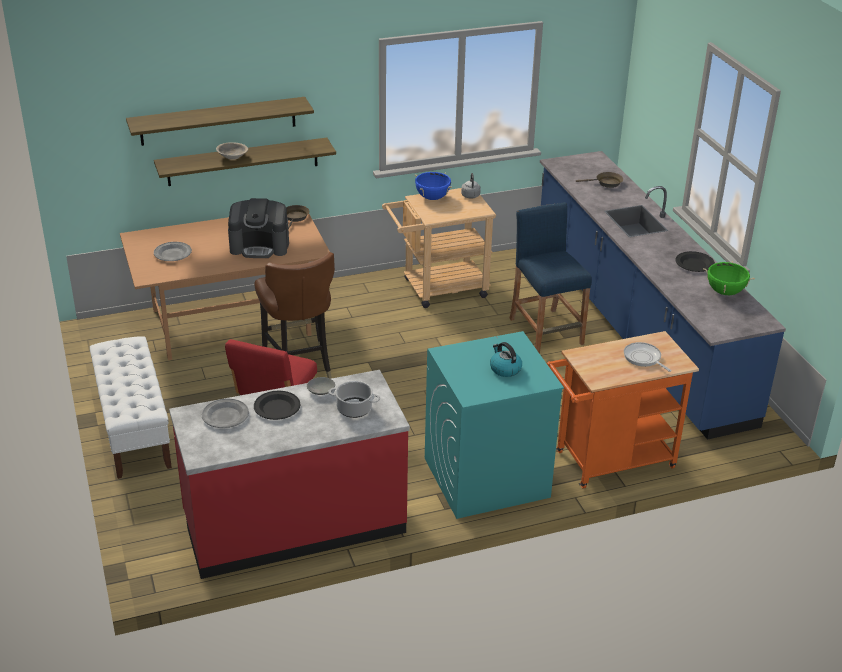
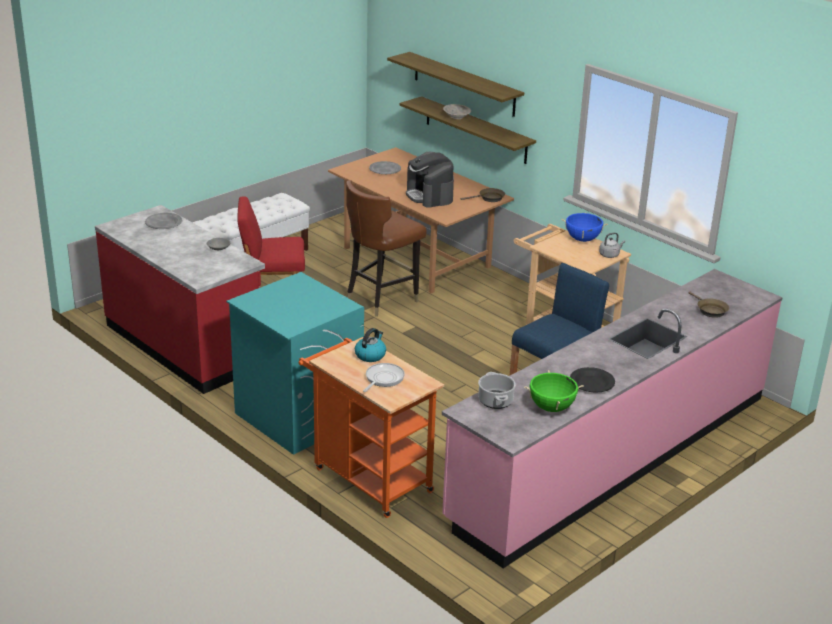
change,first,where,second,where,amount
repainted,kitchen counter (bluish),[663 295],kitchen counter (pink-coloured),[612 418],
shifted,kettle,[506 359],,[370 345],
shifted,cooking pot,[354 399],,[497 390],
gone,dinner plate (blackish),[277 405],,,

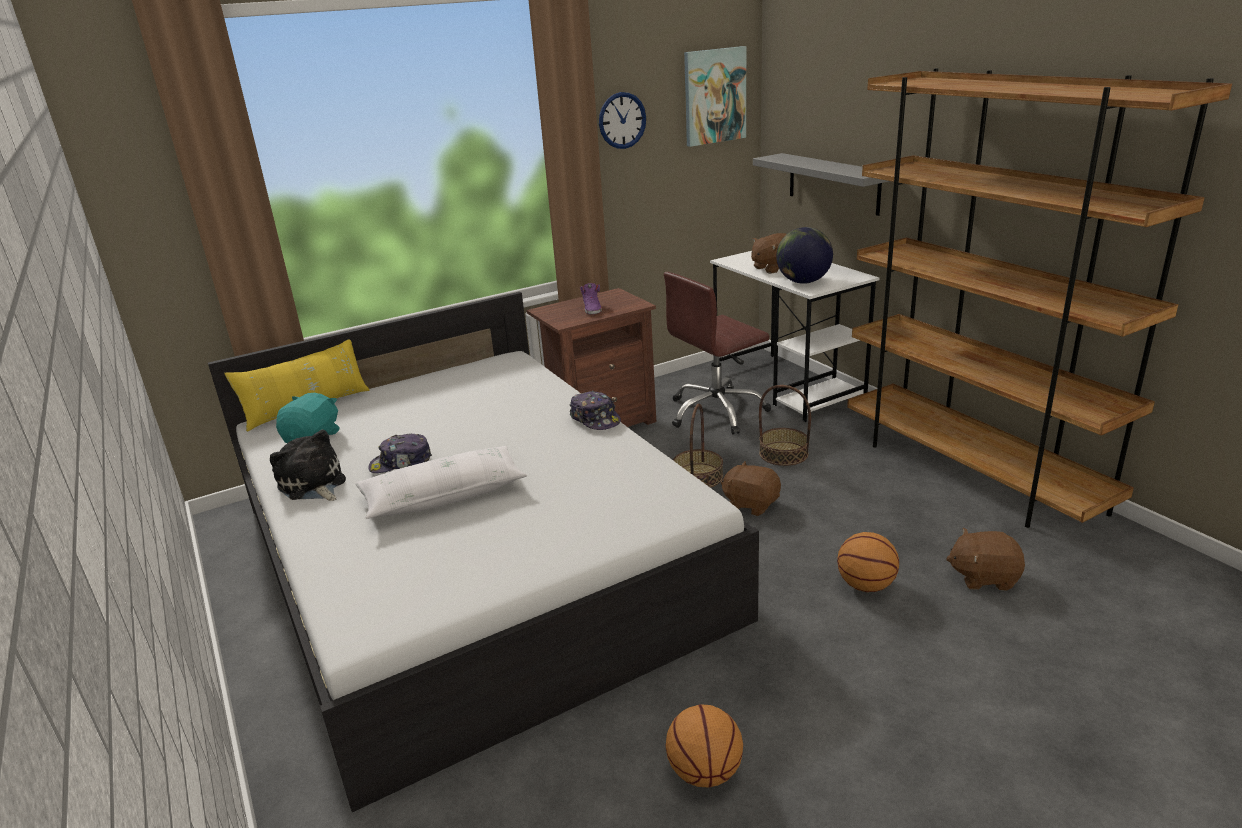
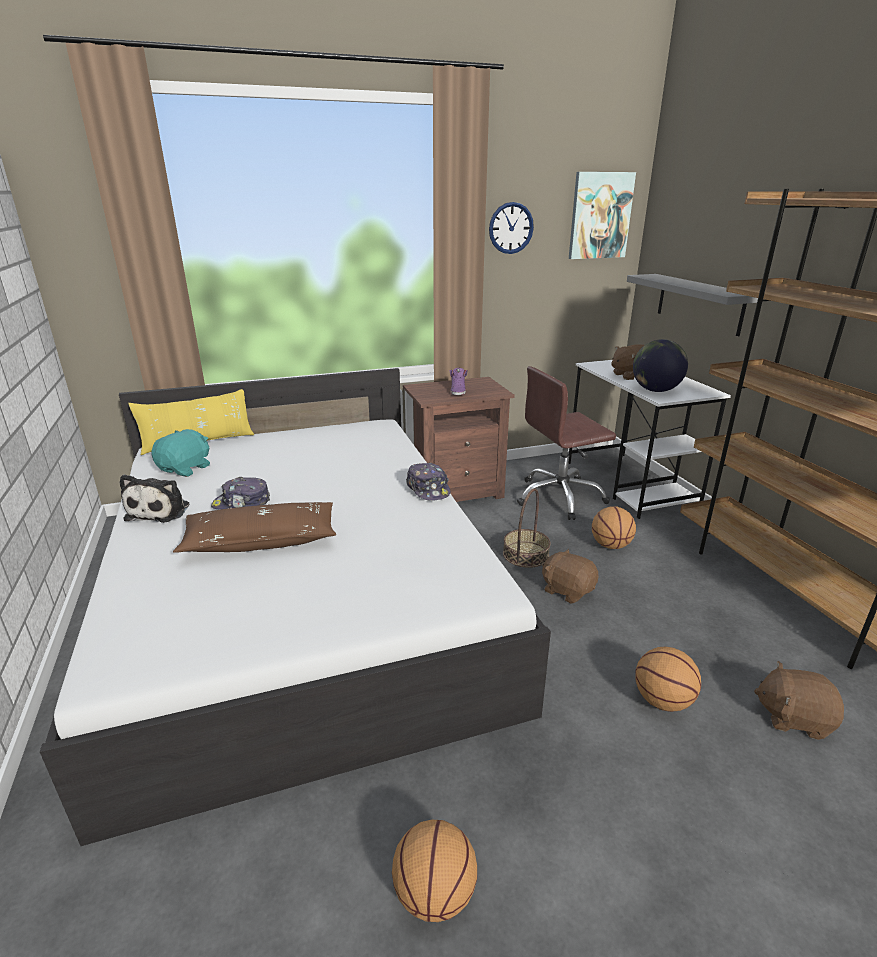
change,first,where,second,where,amount
swapped,basket,[785 425],basketball ball,[614 528],
rotated,plush toy,[308 465],,[154 499],150 degrees counterclockwise
repainted,cushion (white-coloured),[441 482],cushion (brown-coloured),[254 527],

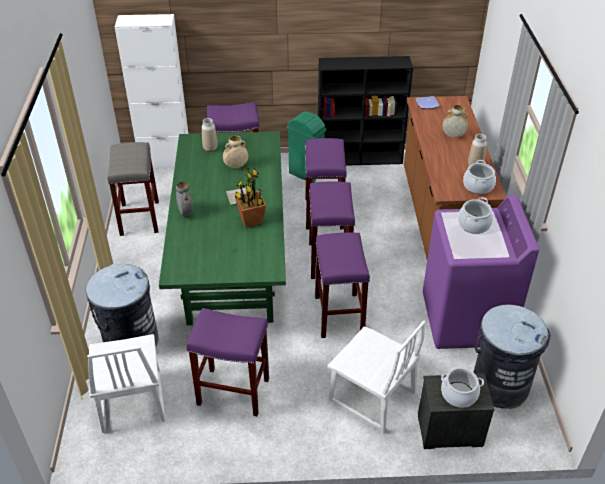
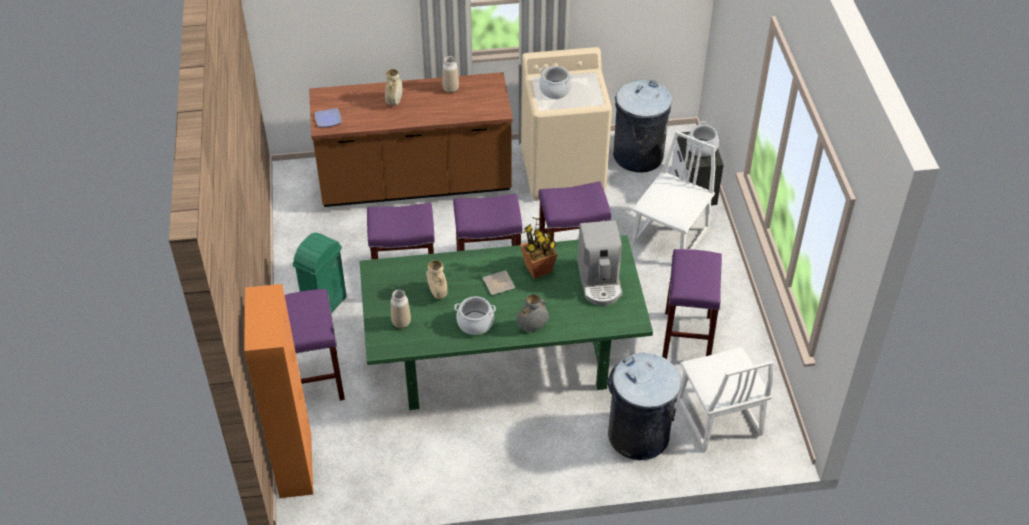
change,first,where,second,where,amount
repainted,cupboard (white-coloured),[151 92],cupboard (orangey),[278 391],
gone,bookshelf (blackish),[365 111],,,
gone,stool (gray),[133 189],,,
shifted,cooking pot,[479 177],,[475 315],
repainted,laundry machine (purple-coloured),[481 272],laundry machine (sand-coloured),[566 124],
rotated,chair (white-coloured),[126 383],,[725 399],90 degrees clockwise
new,,,coffee machine,[600 263],

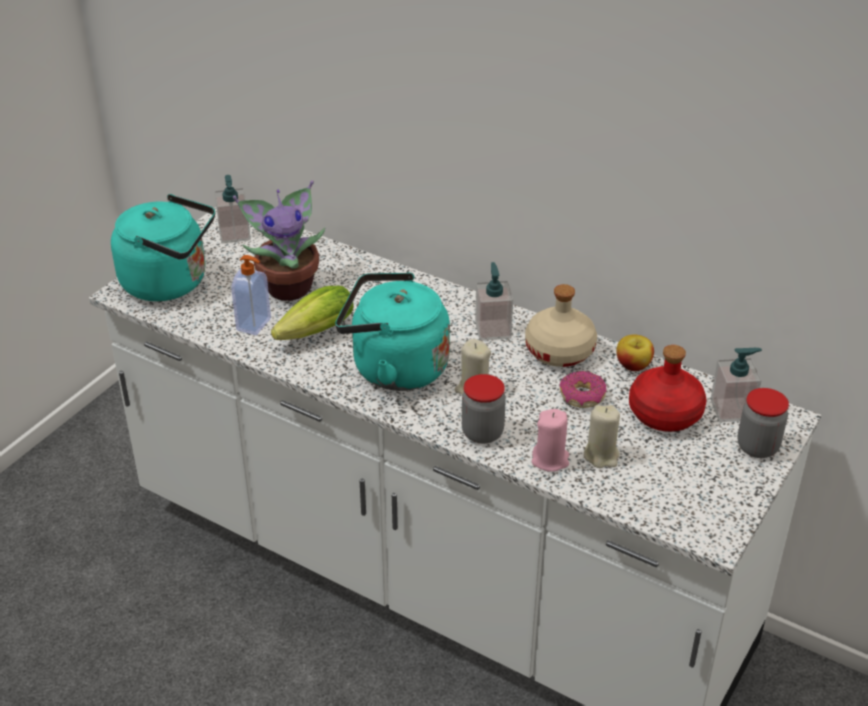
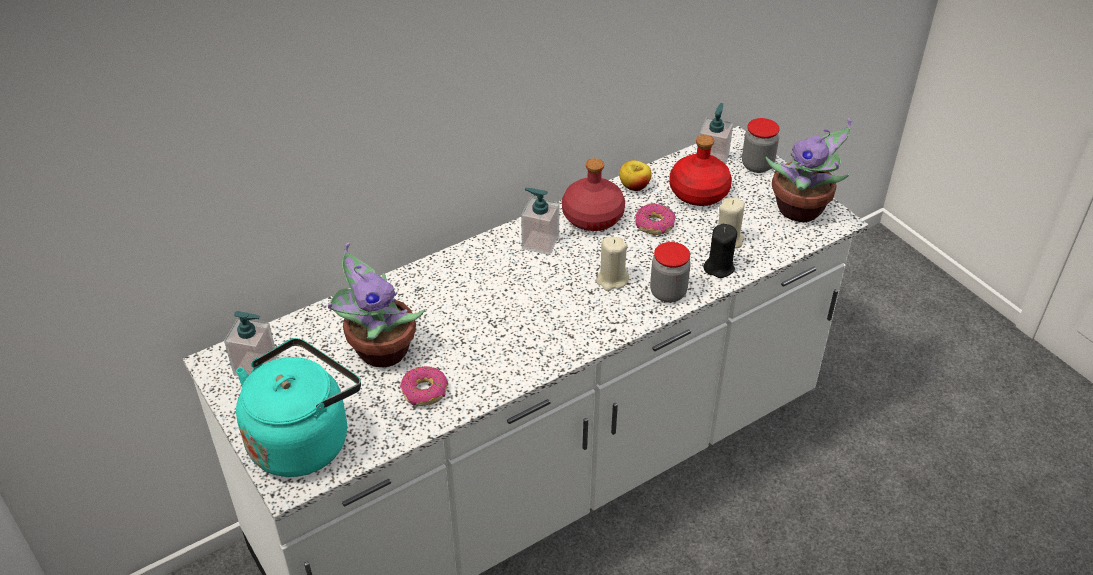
change,first,where,second,where,amount
swapped,soap bottle,[251 295],ring doughnut,[424 386],
gone,kettle (blue-green),[392 331],,,
repainted,bottle (sand-coloured),[561 325],bottle (red),[593 194],
gone,lettuce,[312 313],,,
repainted,candle (pink-coloured),[550 440],candle (blackish),[720 250],
new,,,plant in a pot,[808 170],

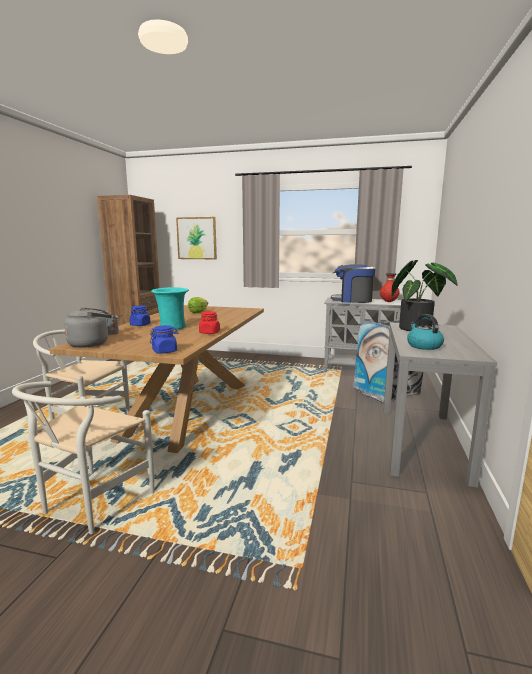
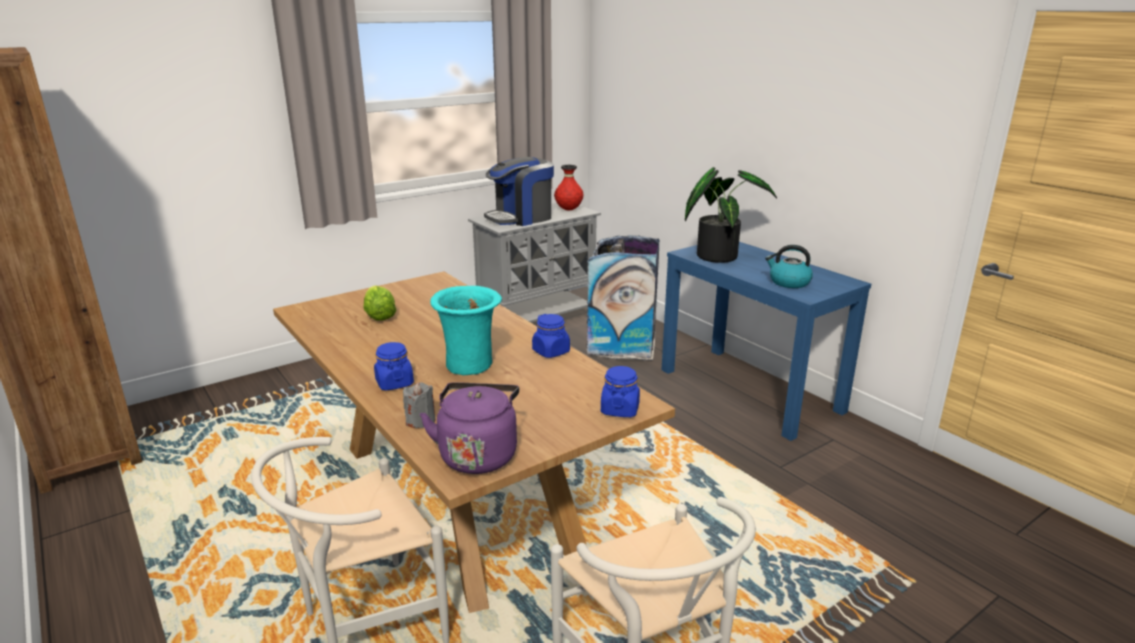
change,first,where,second,where,amount
gone,wall art,[196 238],,,
repainted,kettle (gray),[88 327],kettle (purple-coloured),[469 428],
repainted,jar (red),[209 322],jar (bluish),[551 336],
repainted,console table (gray),[440 405],console table (bluish),[766 341],

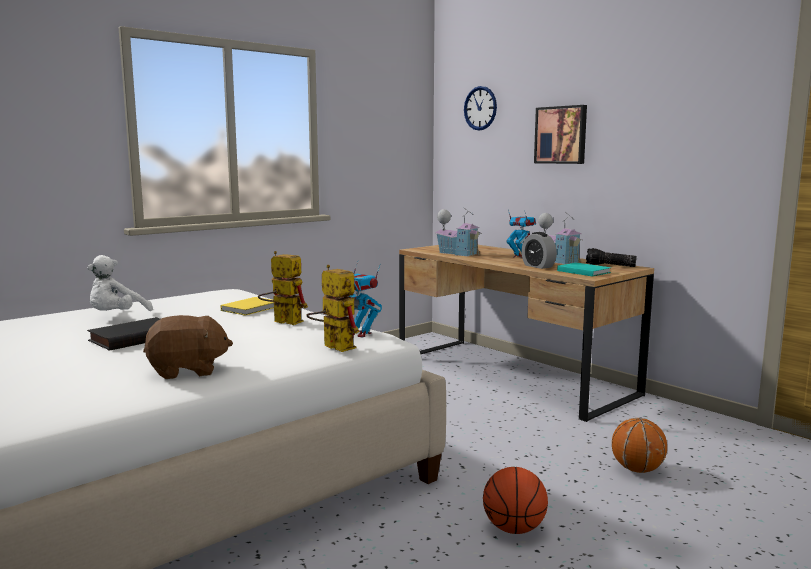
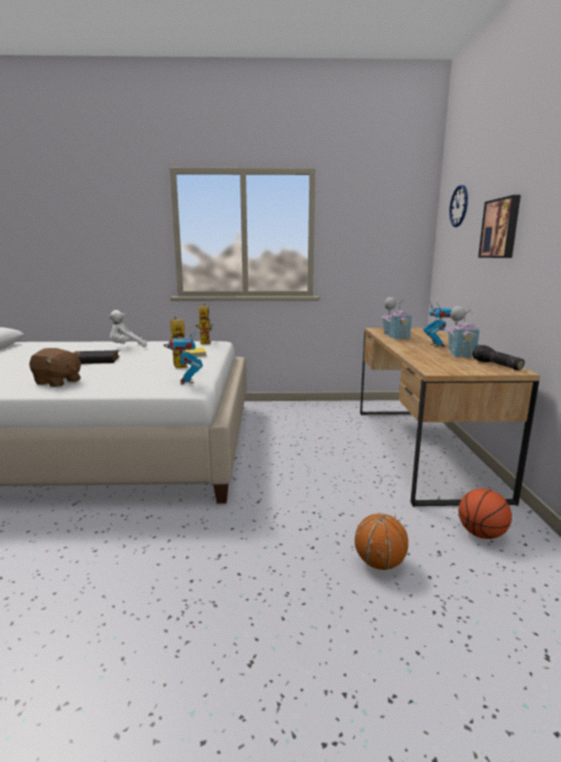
change,first,where,second,where,amount
gone,table clock,[539 250],,,
gone,bound book (blue-green),[584 269],,,
shifted,toy robot,[332 308],,[204 324],
shifted,basketball ball,[515 500],,[485 514],

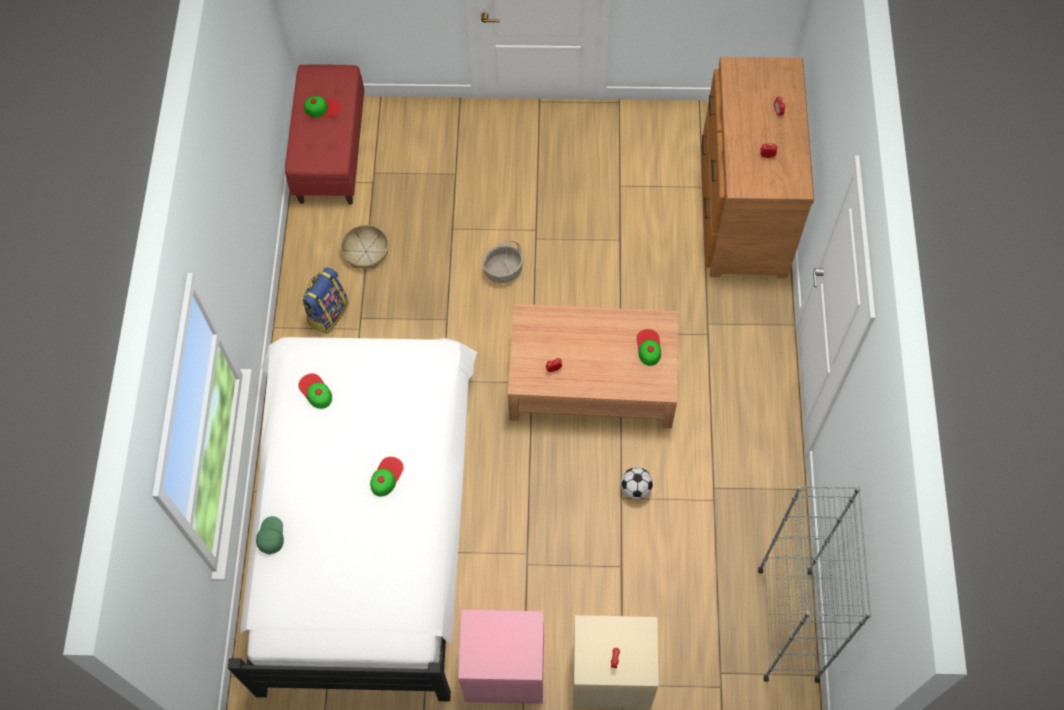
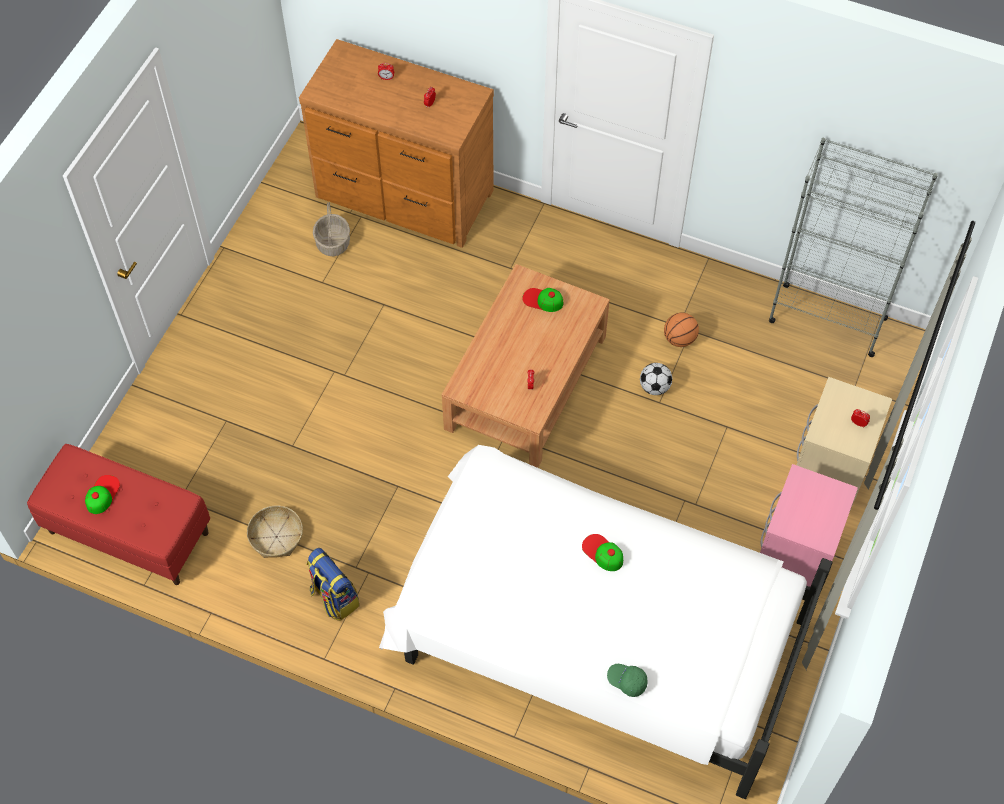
change,first,where,second,where,amount
shifted,basket,[503 262],,[331 229],
gone,baseball cap,[315 391],,,
new,,,basketball ball,[681 330],

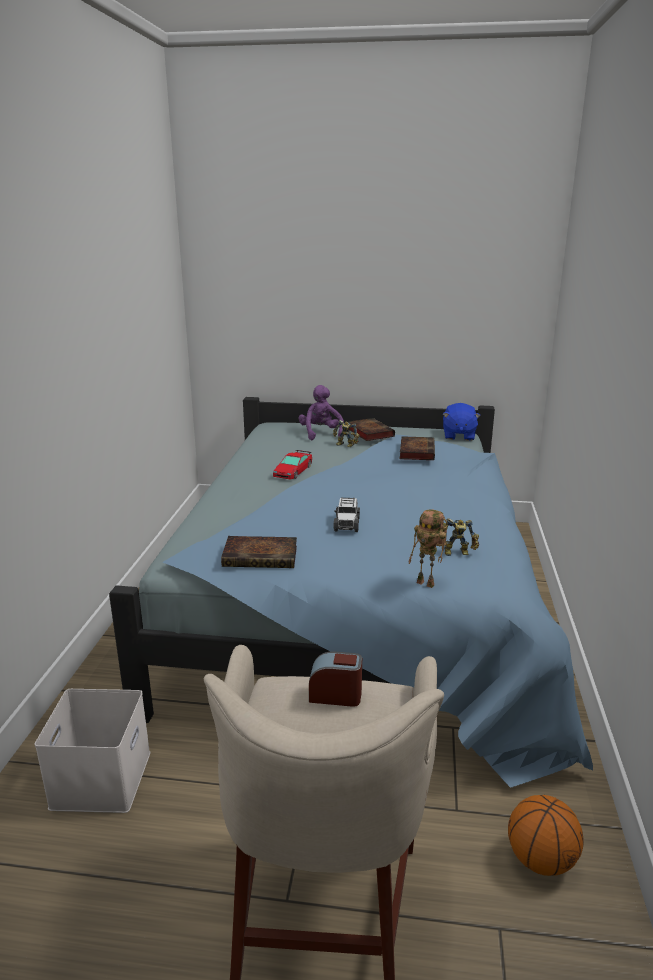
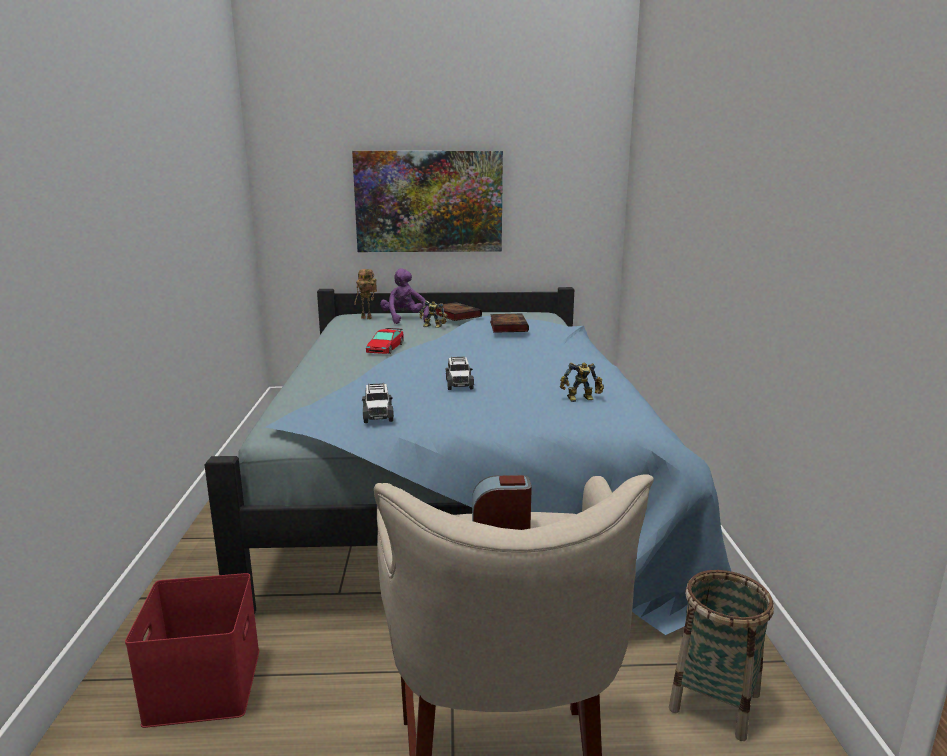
change,first,where,second,where,amount
gone,plush toy (bluish),[462 422],,,
shifted,toy robot,[428 548],,[365 294],
swapped,bound book,[259 552],toy car,[378 403],
repainted,storage container (white-coloured),[92 751],storage container (red),[192 650],
swapped,basketball ball,[546 835],basket,[721 655],
new,,,wall art,[427 201],

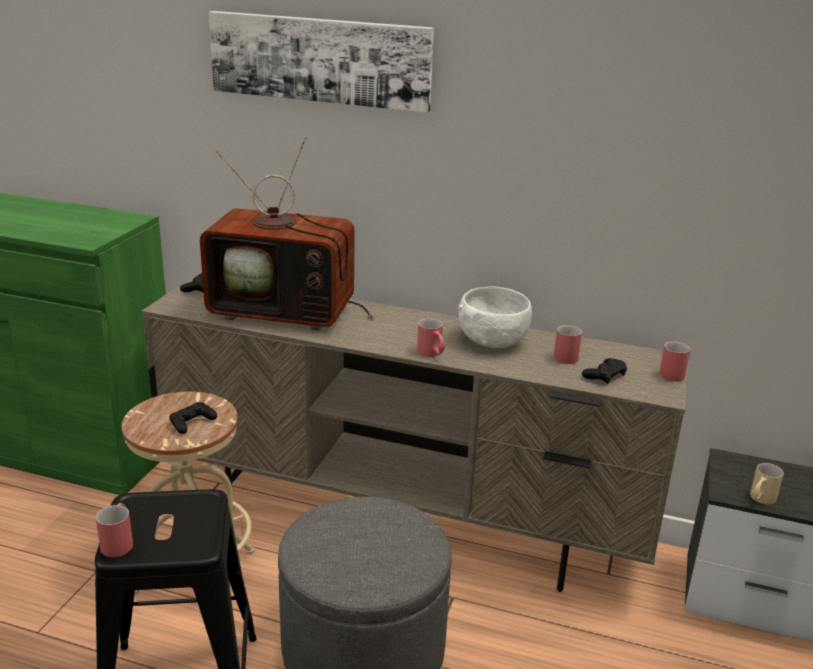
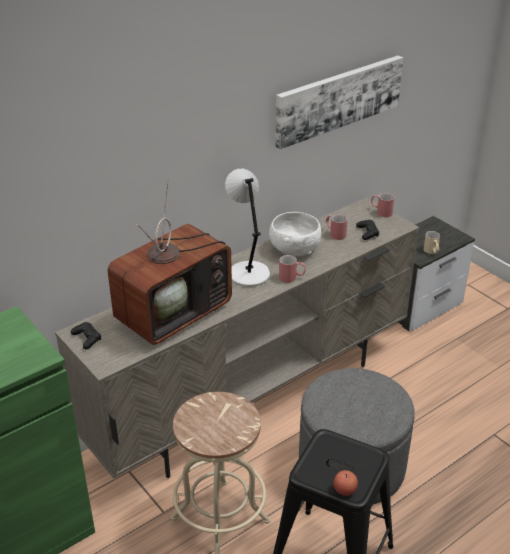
change,first,where,second,where,amount
shifted,wall art,[321 62],,[339 102],
gone,gamepad (blackish),[193 418],,,
swapped,tea mug (red),[114 530],apple,[345 483],
new,,,lamp for a table (gray),[247 228],

